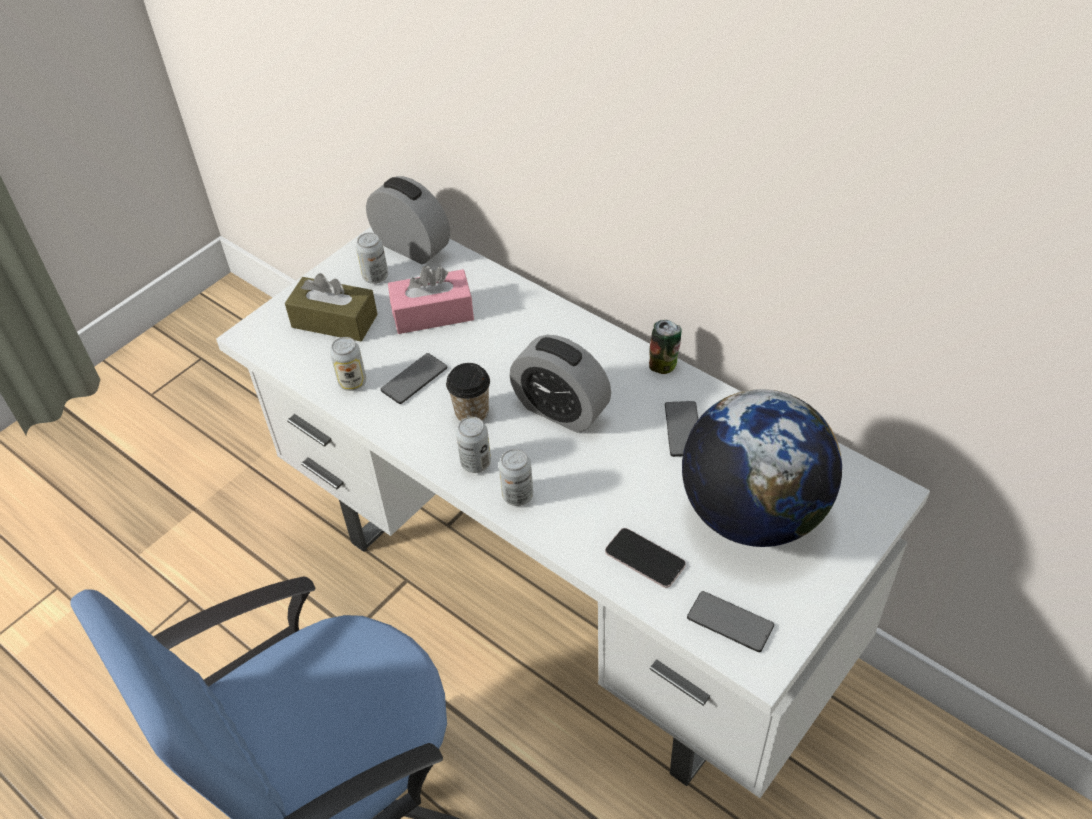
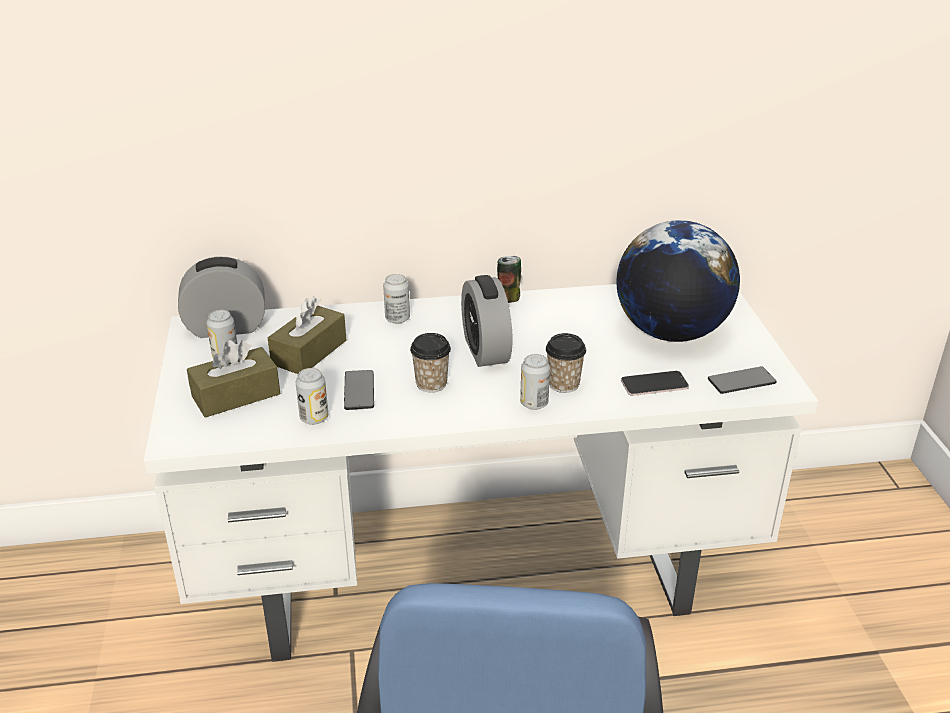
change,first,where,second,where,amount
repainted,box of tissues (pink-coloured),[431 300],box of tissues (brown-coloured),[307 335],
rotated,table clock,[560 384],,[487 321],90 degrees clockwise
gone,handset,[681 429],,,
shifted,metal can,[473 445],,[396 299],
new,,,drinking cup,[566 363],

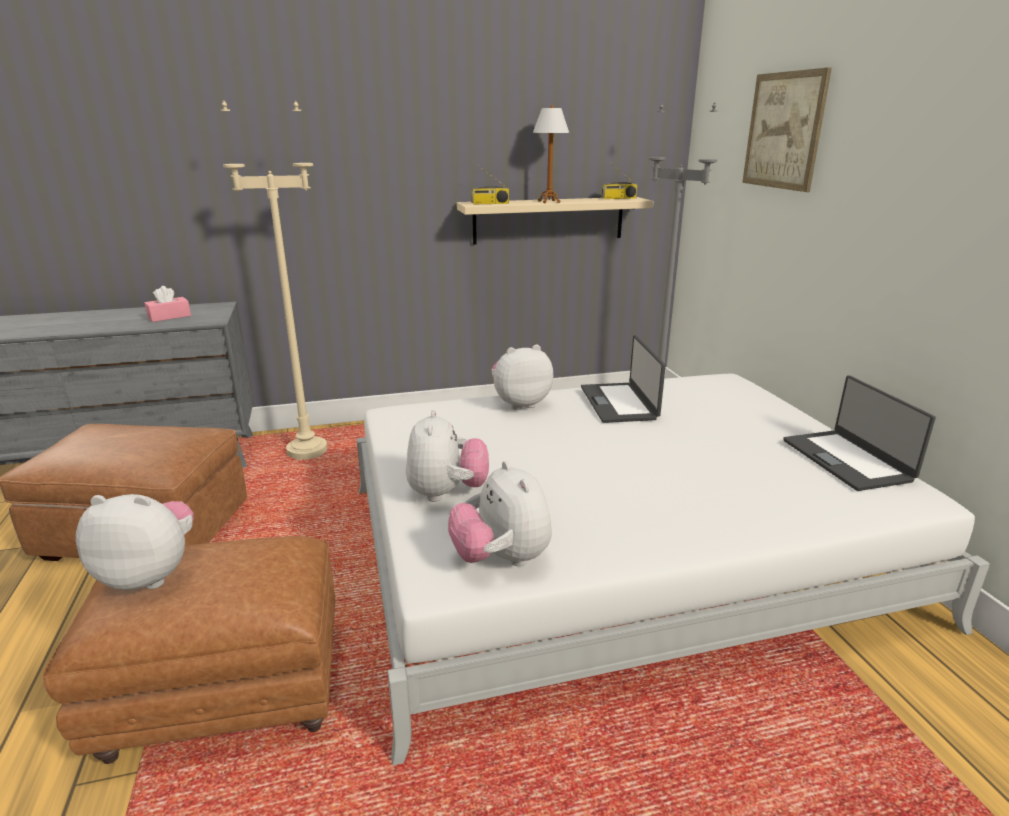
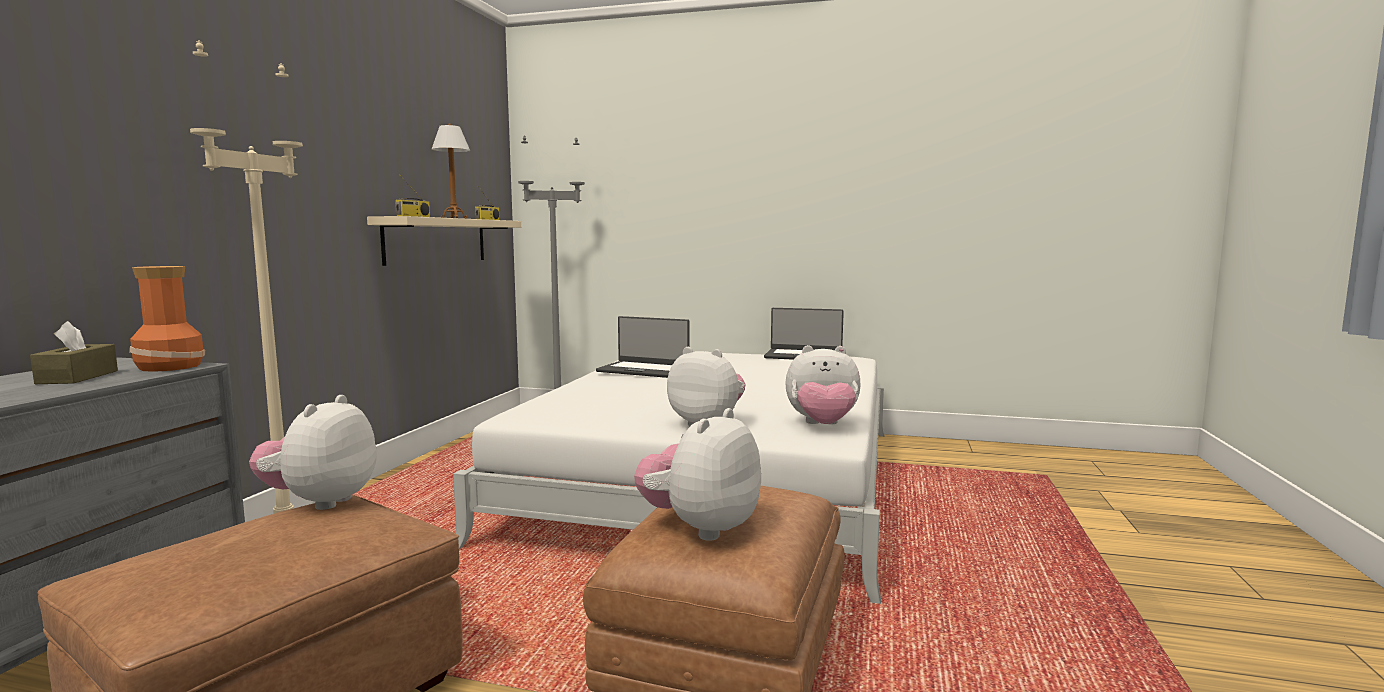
change,first,where,second,where,amount
gone,wall art,[787 129],,,
repainted,box of tissues (pink-coloured),[168 304],box of tissues (brown-coloured),[74 352],
shifted,plush toy,[522 377],,[313 452],
new,,,decorative vase,[167 319],

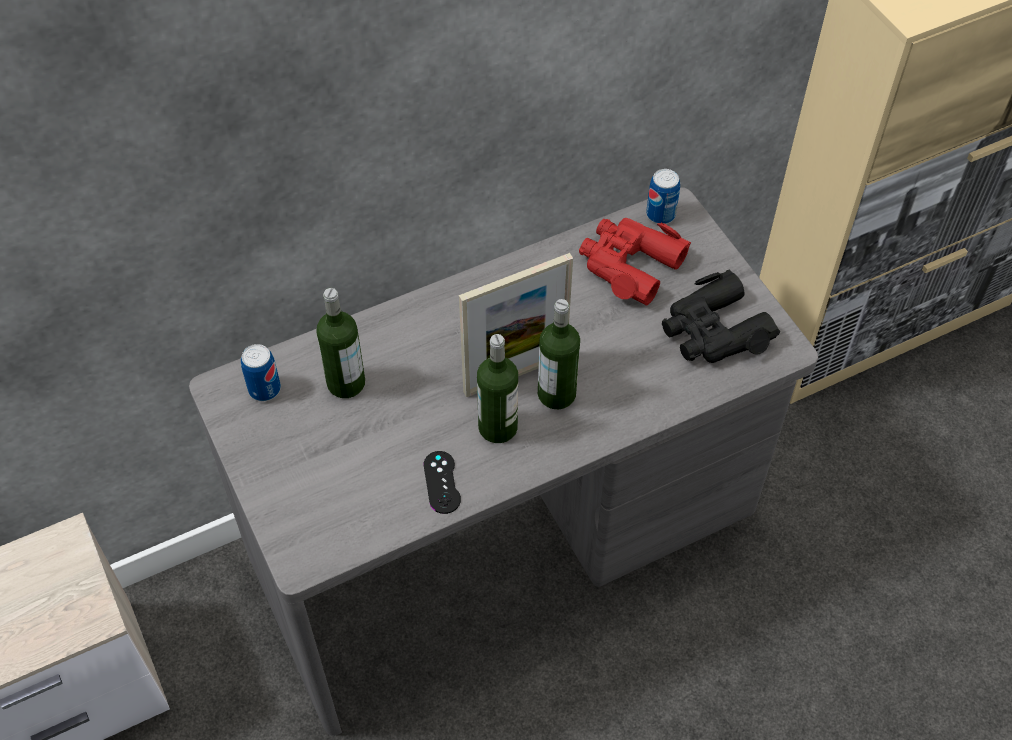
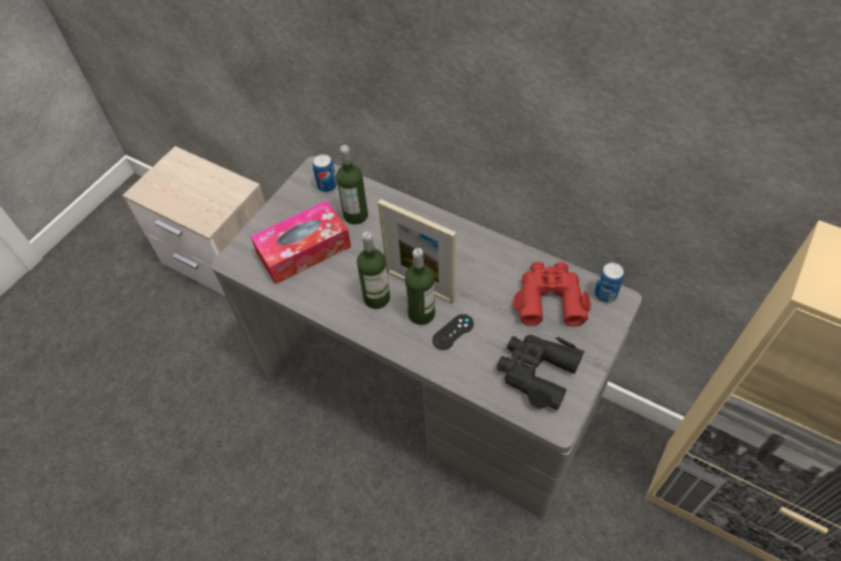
change,first,where,second,where,amount
shifted,gamepad (blackish),[442 482],,[453 332],
new,,,box of tissues,[300 243],

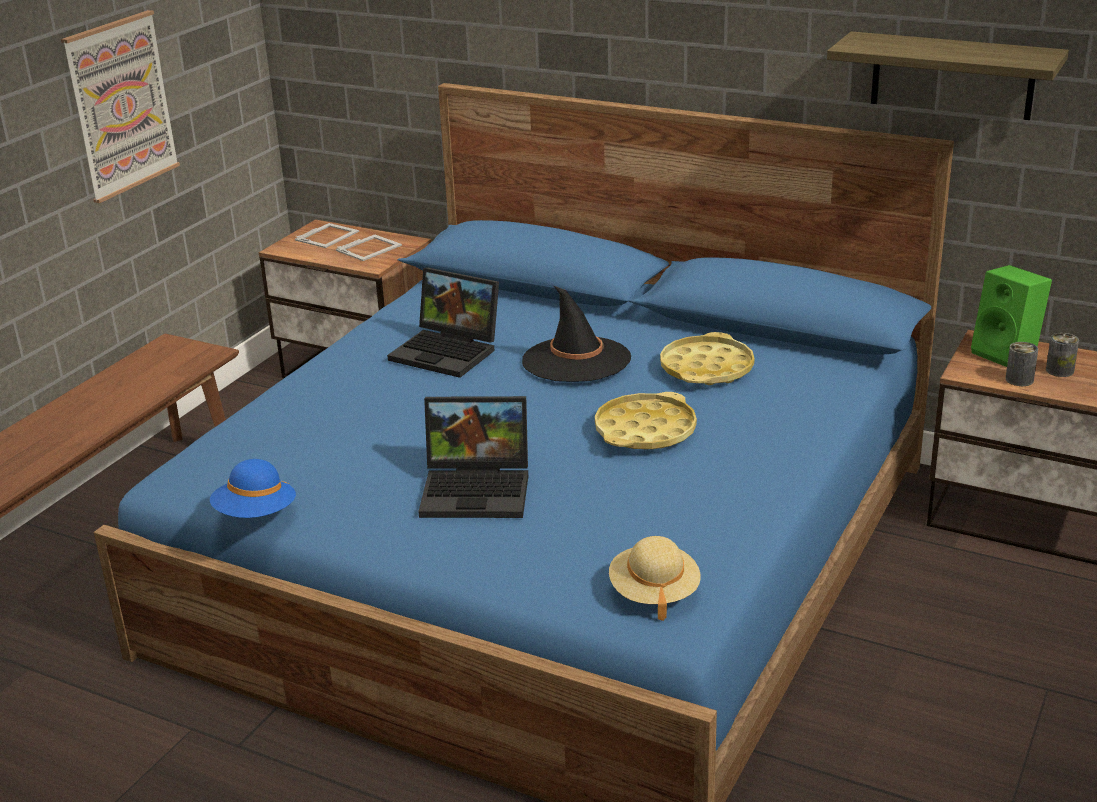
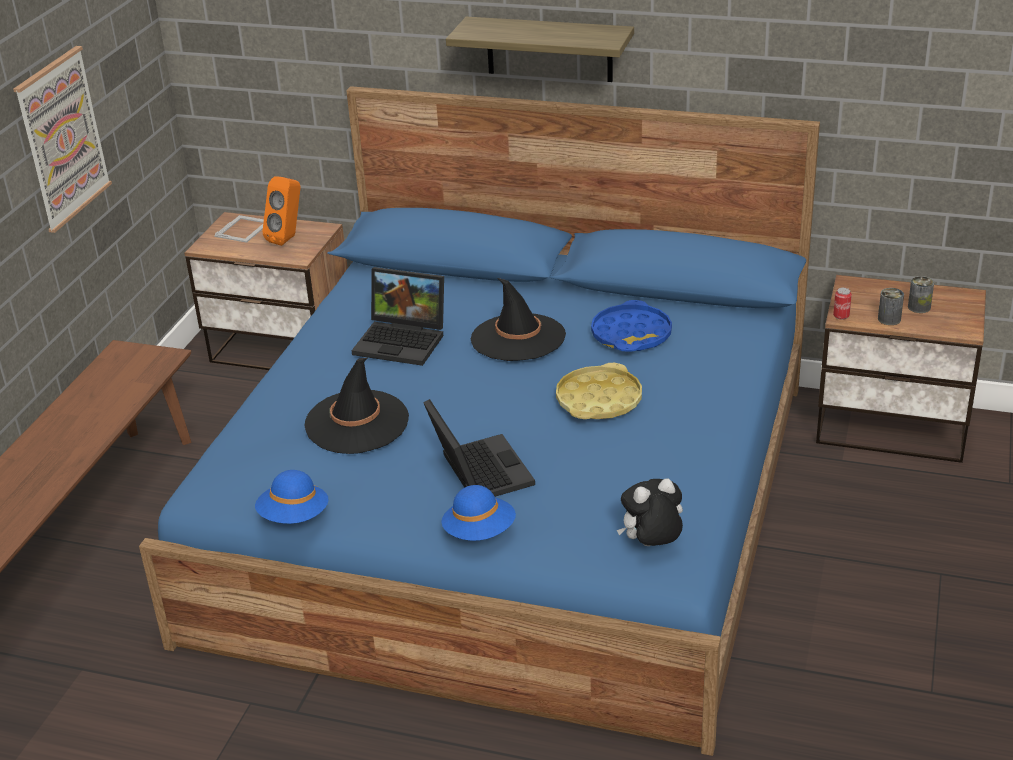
change,first,where,second,where,amount
shifted,wall shelf,[948 75],,[540 49],
swapped,picture frame,[369 248],audio speaker (orangey),[281 211],
gone,audio speaker (greenish),[1011 316],,,
repainted,tray (yellow-coloured),[707 358],tray (bluish),[631 326],
rotated,notebook computer,[473 457],,[479 448],105 degrees counterclockwise
swapped,hat (sand-coloured),[655 578],plush toy,[650 512],
new,,,metal can,[842 303],
new,,,hat (blackish),[356 406],
new,,,hat (bluish),[478 513],

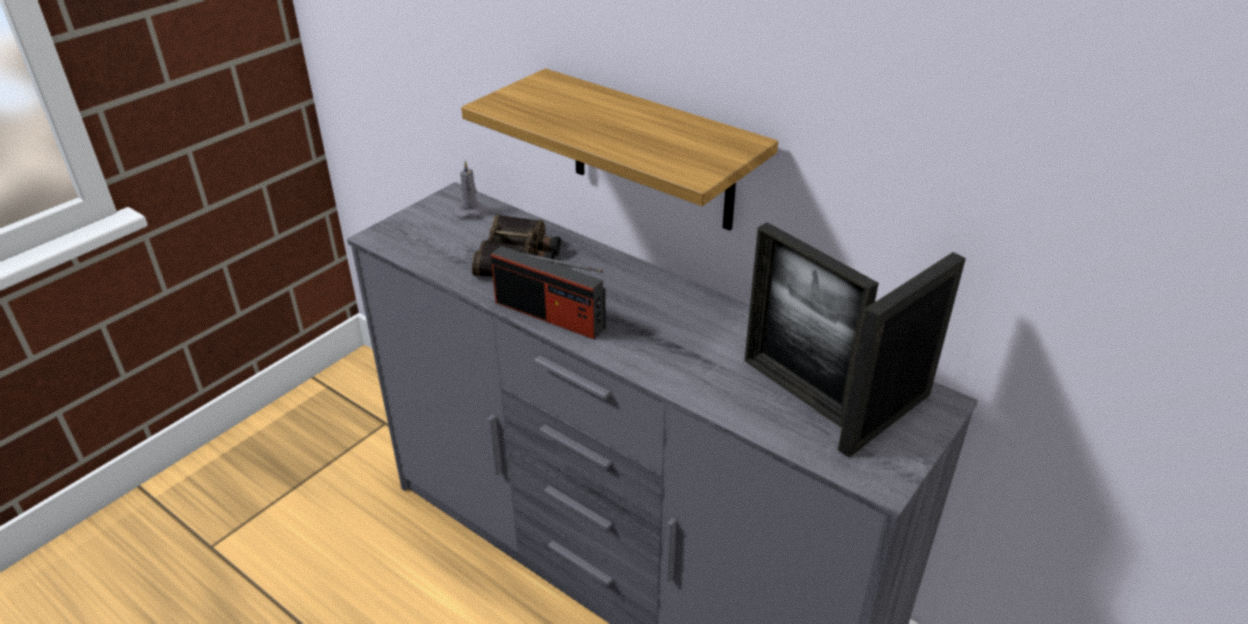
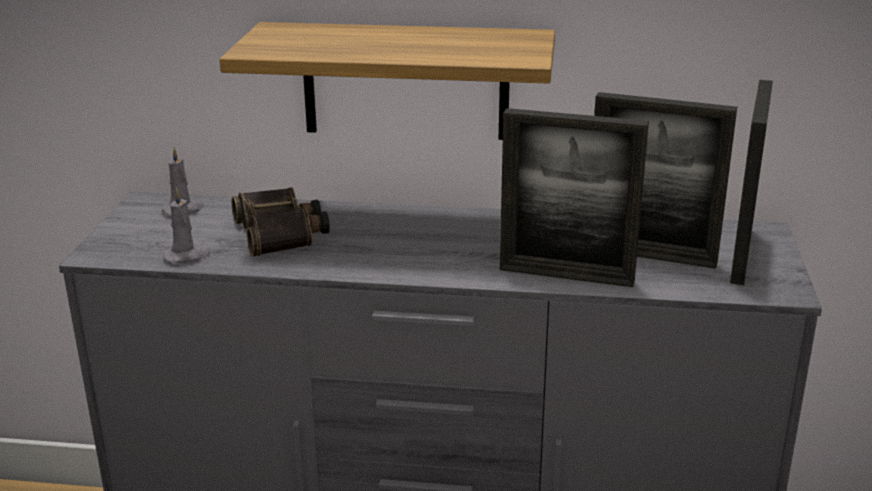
change,first,where,second,where,amount
gone,radio set,[548 292],,,
new,,,picture frame,[574 197],
new,,,candle (gray),[187 225],

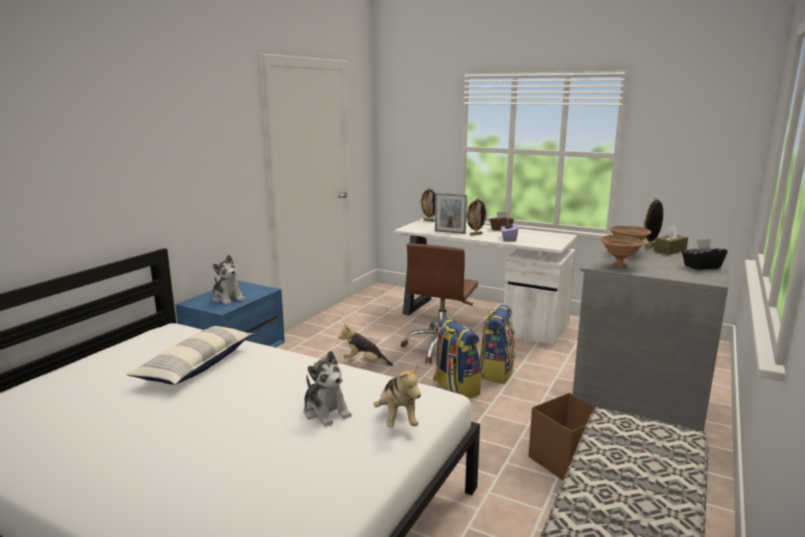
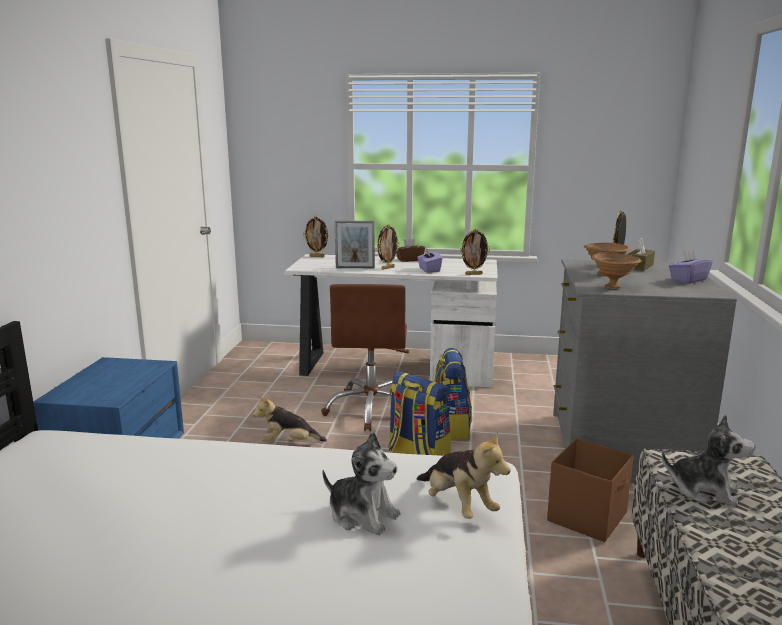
change,first,where,second,where,amount
repainted,box of tissues (blackish),[704 254],box of tissues (purple-coloured),[691 266],
shifted,plush toy,[228 280],,[708 461],
gone,cushion,[190 355],,,
new,,,picture frame,[475 252],

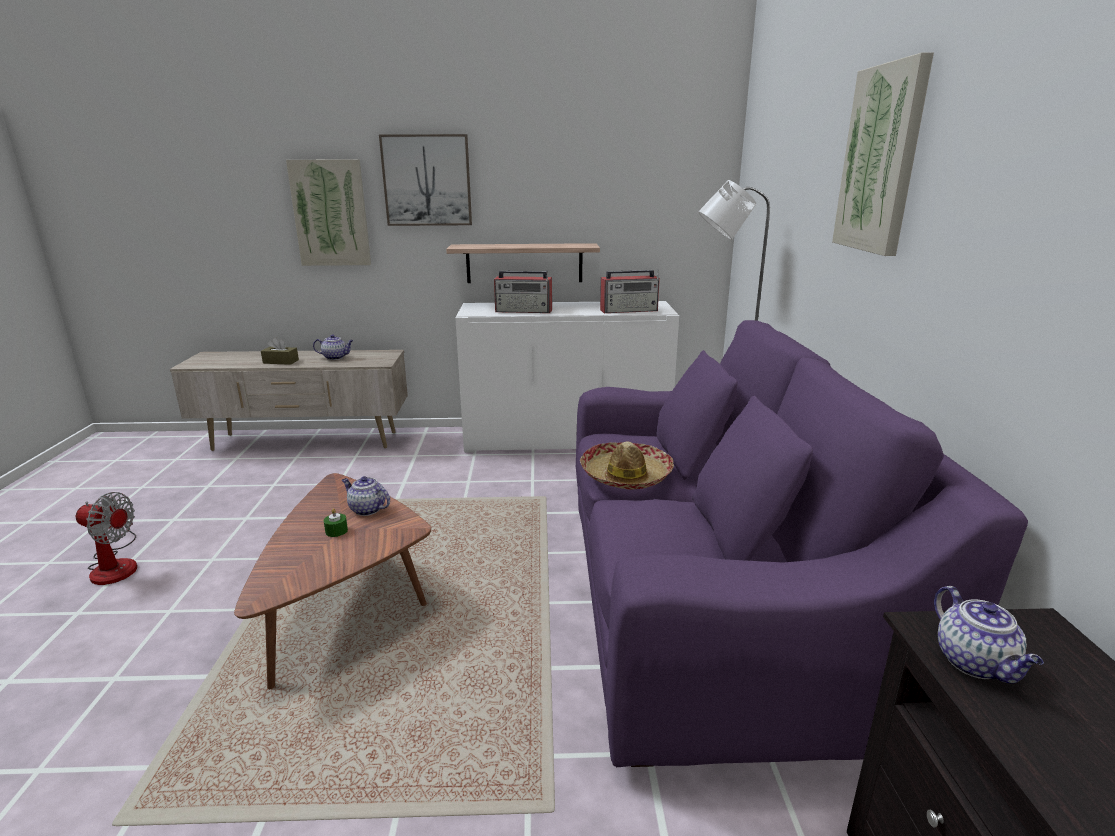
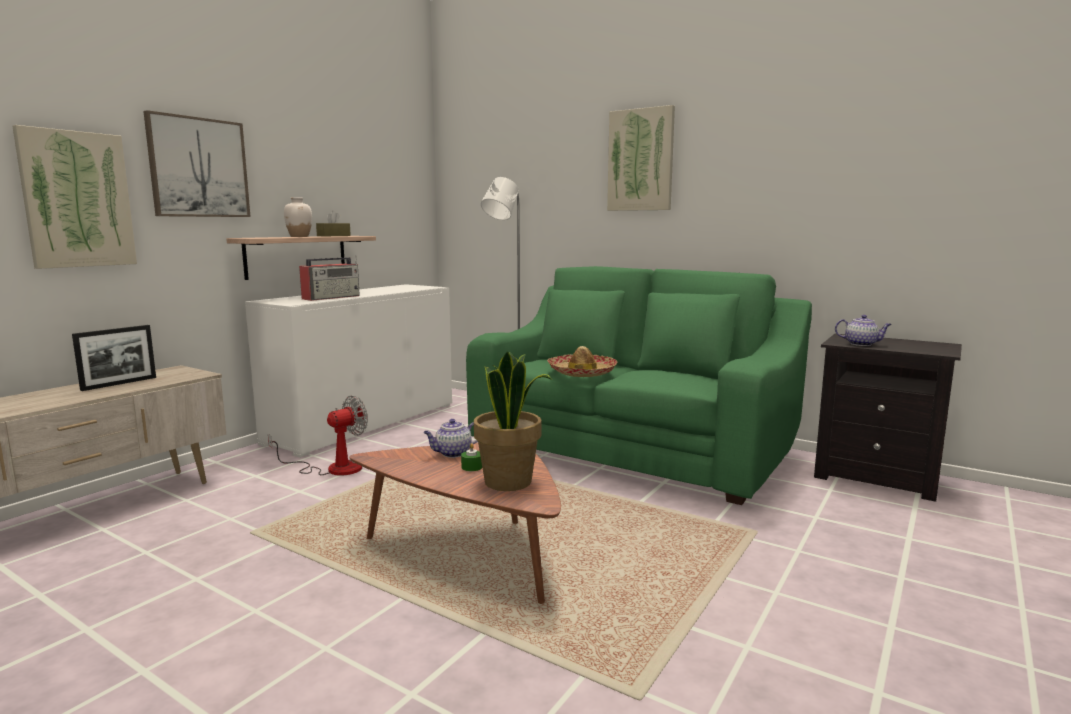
change,first,where,second,where,amount
gone,radio set,[630 291],,,
repainted,sofa (purple-coloured),[802 543],sofa (greenish),[639 385],
swapped,teapot,[333 347],picture frame,[114 358],
shifted,box of tissues (brown-coloured),[280 351],,[333 223],
shifted,fan,[106 538],,[318 435],
new,,,decorative vase (white-coloured),[298 217],
new,,,plant in a pot,[513 421],

